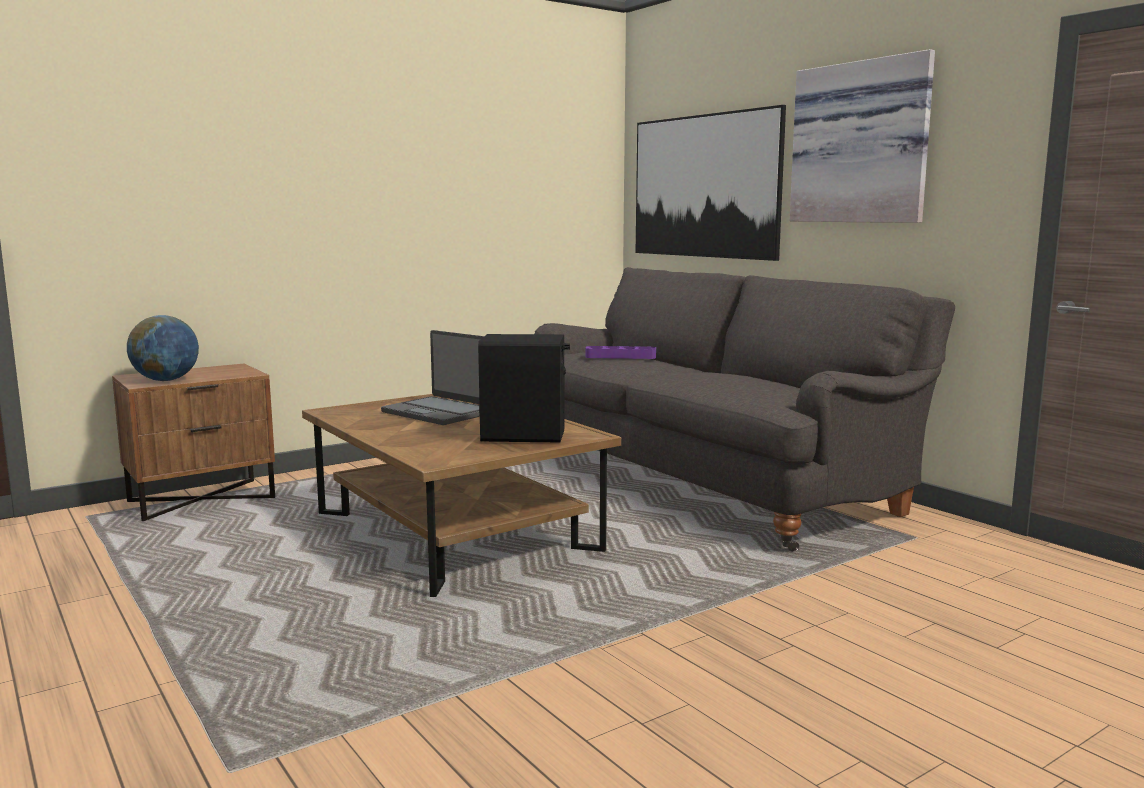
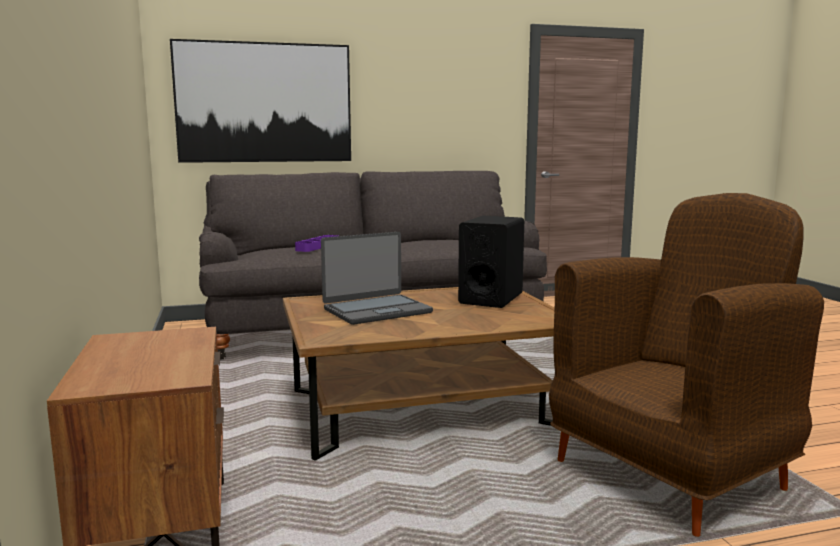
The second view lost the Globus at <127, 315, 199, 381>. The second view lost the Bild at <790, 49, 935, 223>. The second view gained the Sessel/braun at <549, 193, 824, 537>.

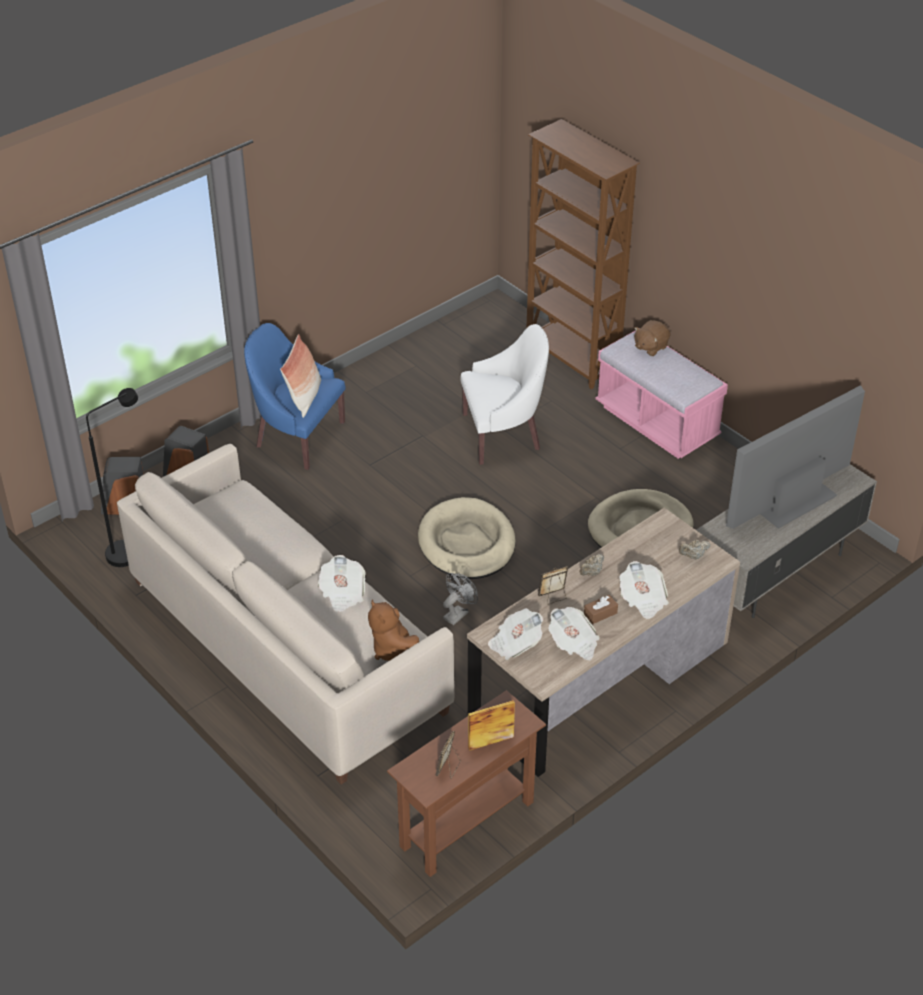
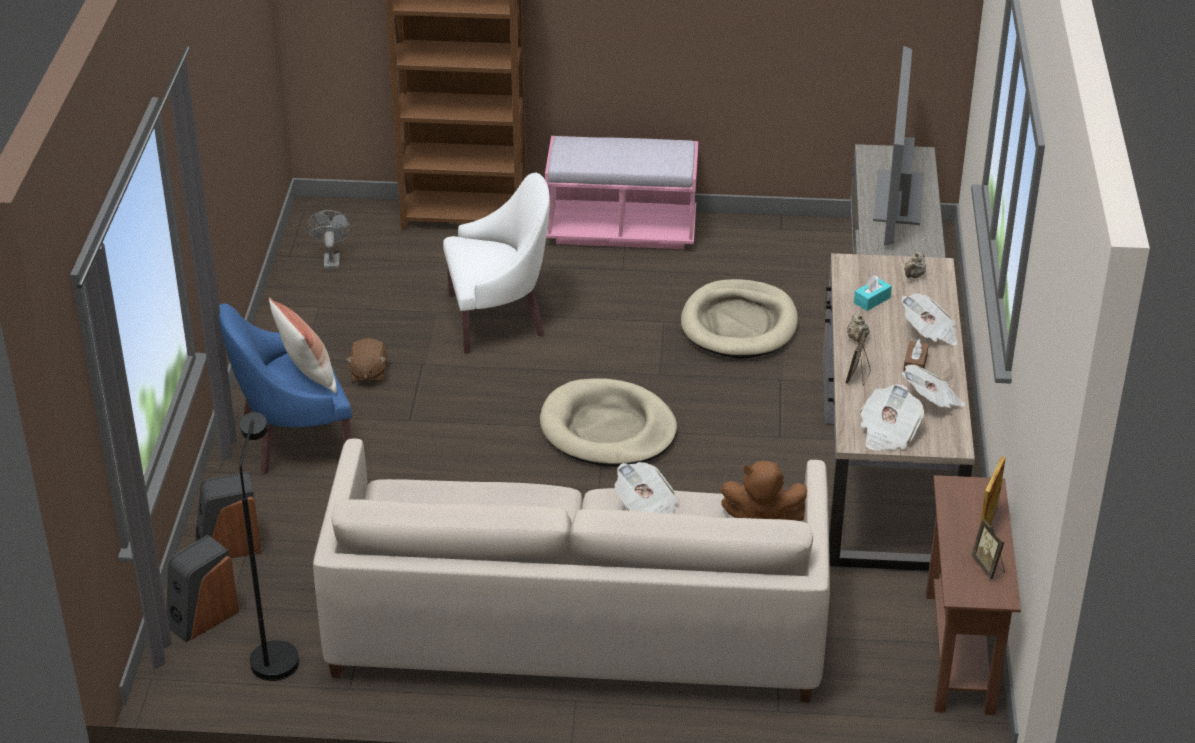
The second view gained the Taschentuchbox/türkis at <854, 275, 892, 311>. The Ventilator/grau ended up elsewhere, having gone from <443, 573, 478, 625> to <306, 210, 352, 269>. The Plüschtier/braun ended up elsewhere, having gone from <634, 320, 671, 356> to <345, 338, 387, 383>. The Sessel/weiß at <460, 324, 549, 465> ended up facing another way, 45 degrees clockwise from before.

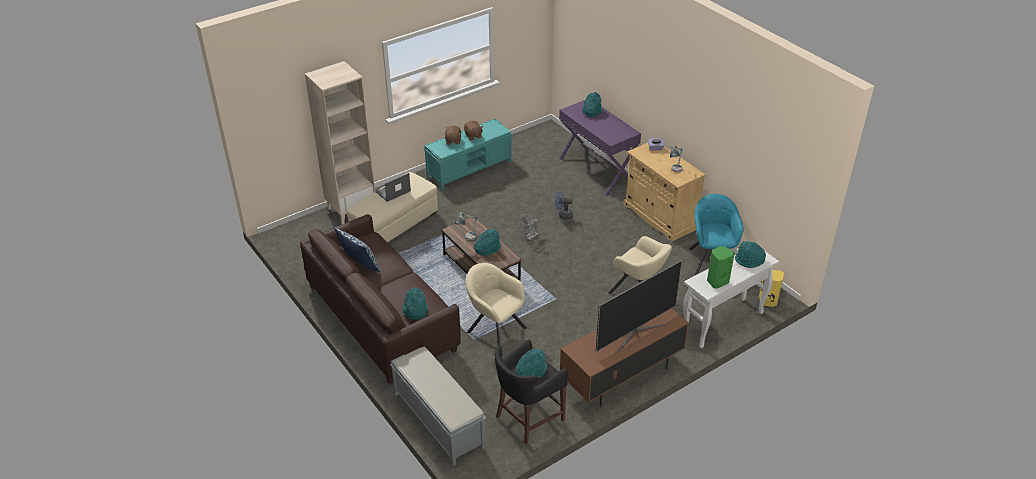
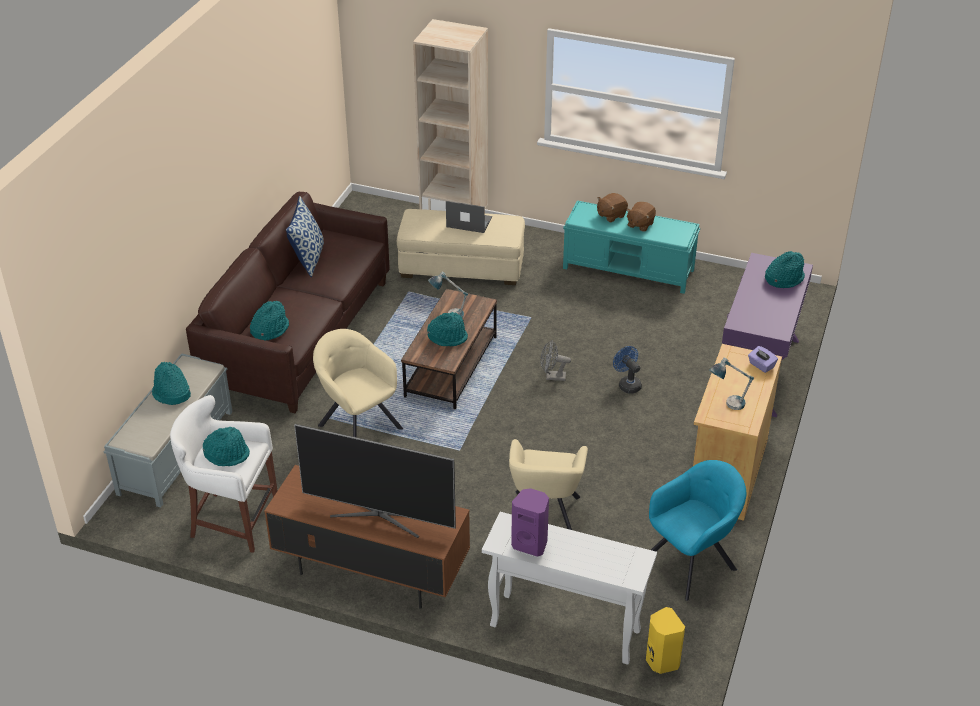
The Hut/türkis ended up elsewhere, having gone from <735, 241, 766, 268> to <152, 362, 191, 405>. What was the Hocker/schwarz at <495, 340, 568, 444> turned into the Hocker/weiß at <170, 395, 278, 553>. What was the Lautsprecher/grün at <707, 246, 734, 289> turned into the Lautsprecher/lila at <511, 488, 549, 557>. The Sessel/beige at <465, 263, 527, 345> ended up facing another way, 45 degrees counterclockwise from before.

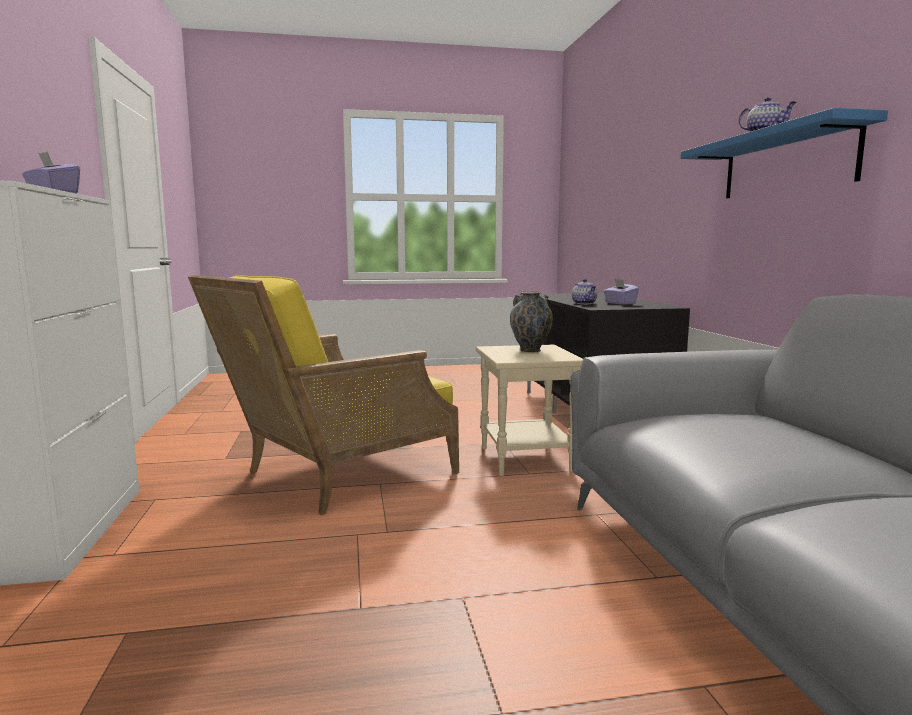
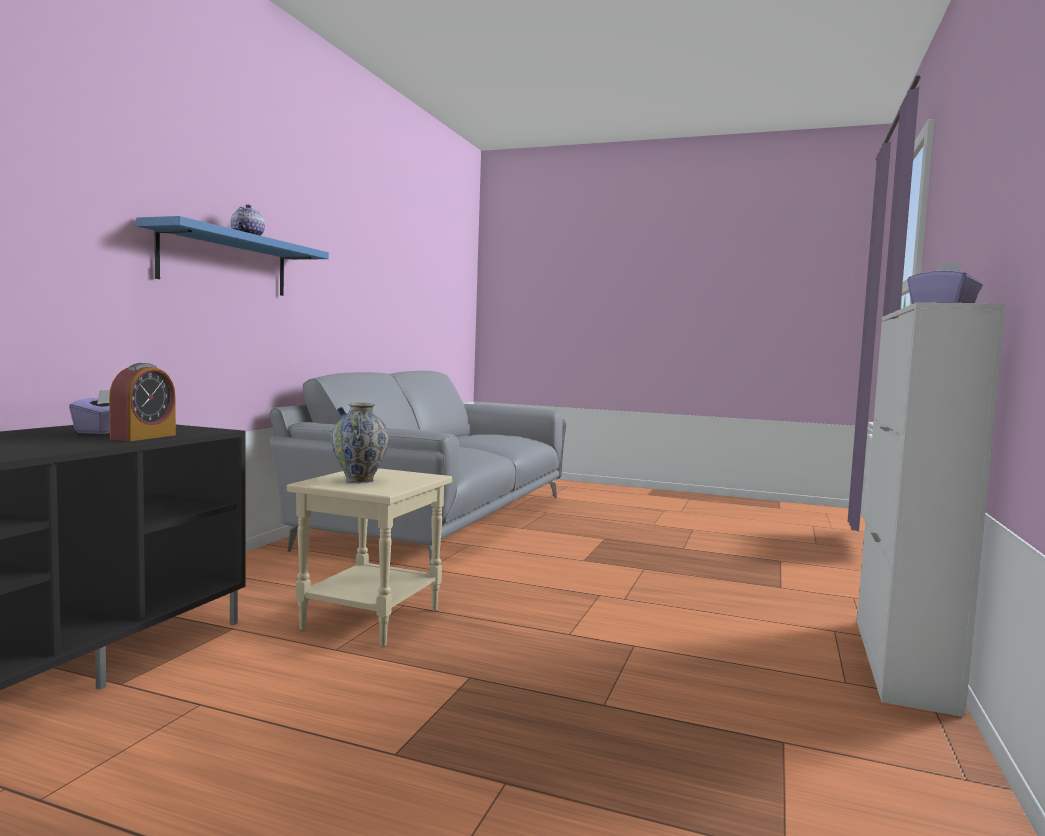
The second view lost the Sessel/gelb at <188, 275, 459, 515>. Where the Teekanne stood at <572, 279, 597, 304>, the Wecker came to stand at <109, 363, 176, 441>.

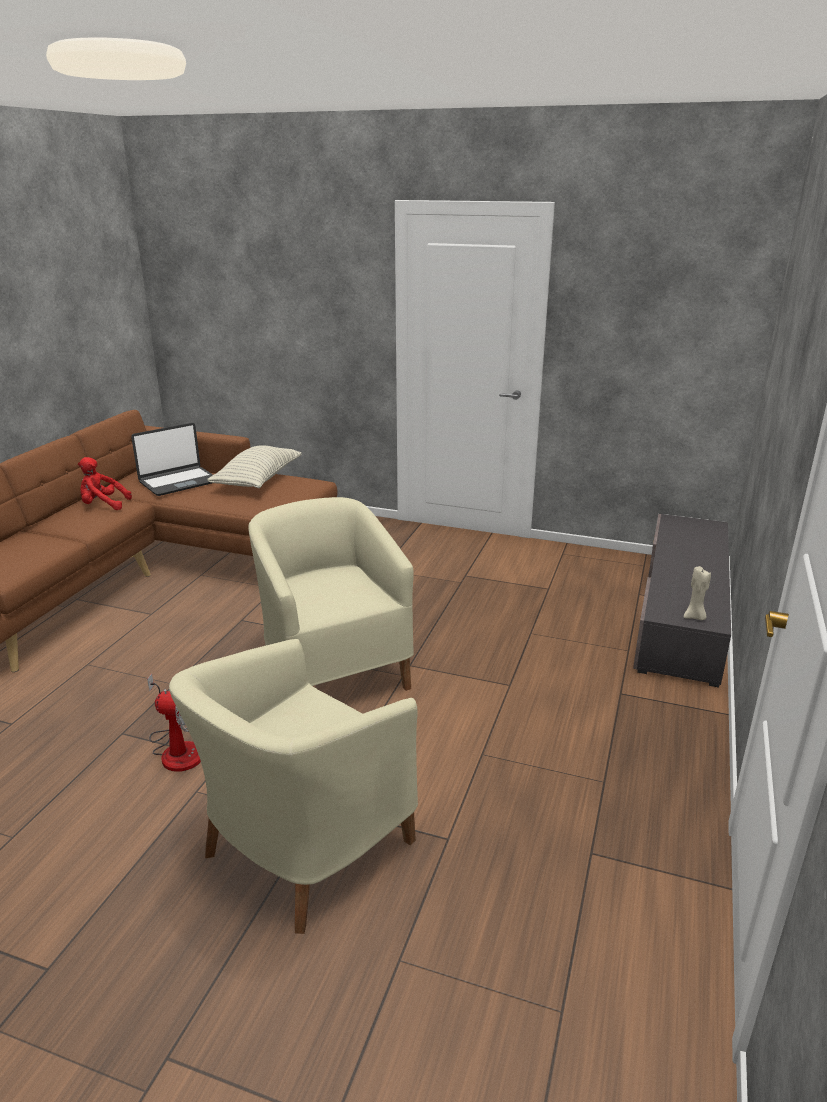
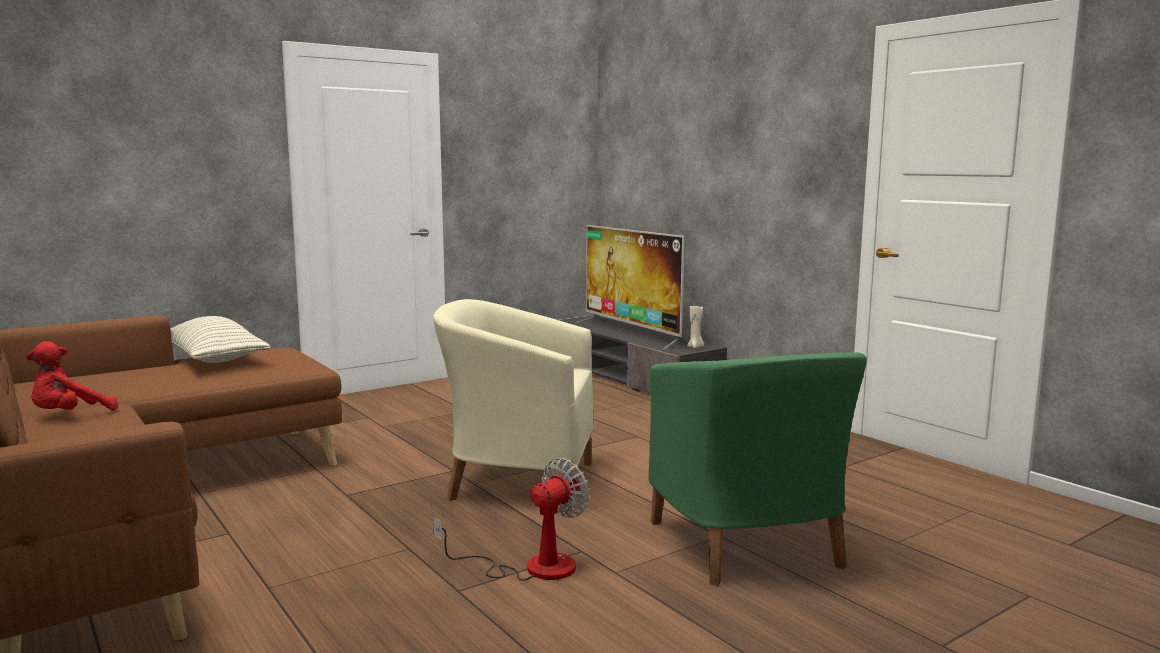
The second view lost the Laptop at <131, 423, 213, 496>. The second view gained the Fernseher at <575, 225, 687, 349>. What was the Sessel/beige at <169, 639, 418, 934> turned into the Sessel/grün at <648, 352, 867, 586>.

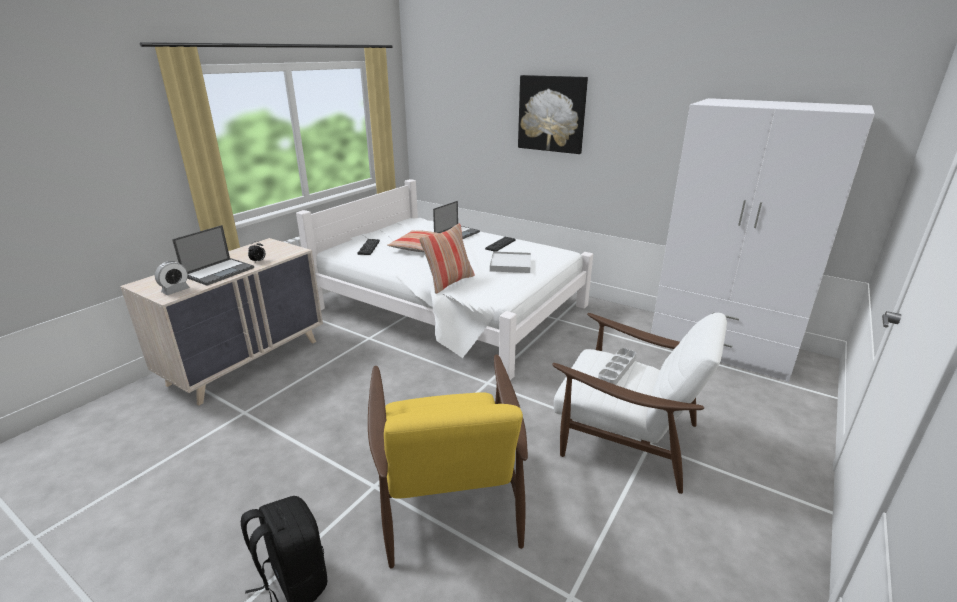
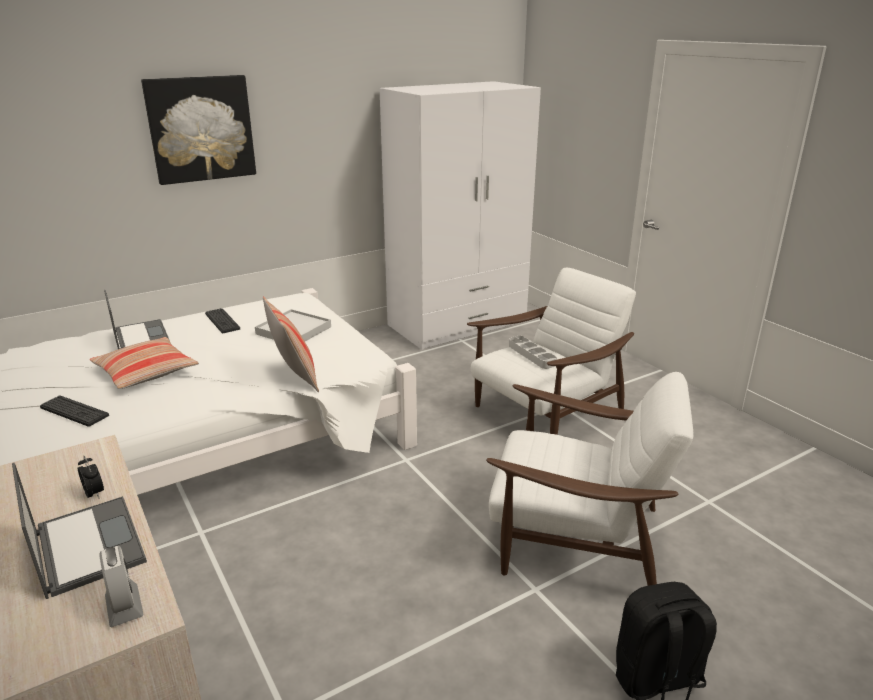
What was the Sessel/gelb at <368, 354, 528, 569> turned into the Sessel/weiß at <486, 372, 693, 586>.

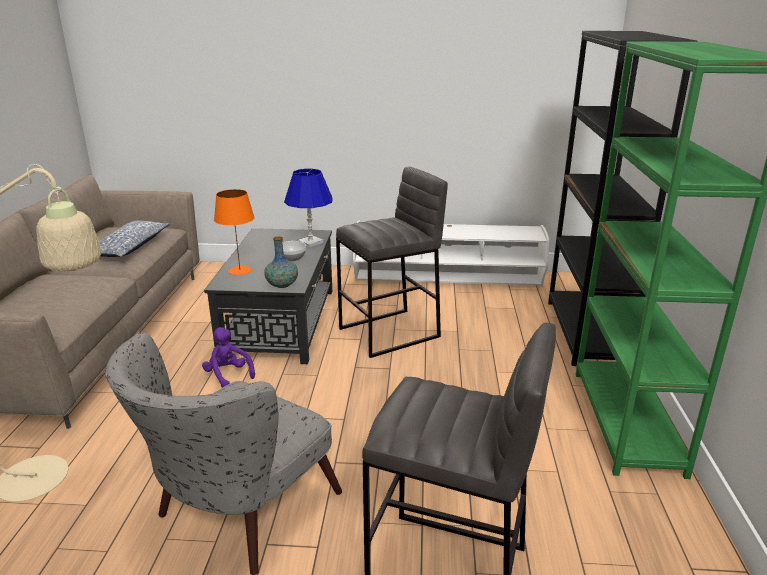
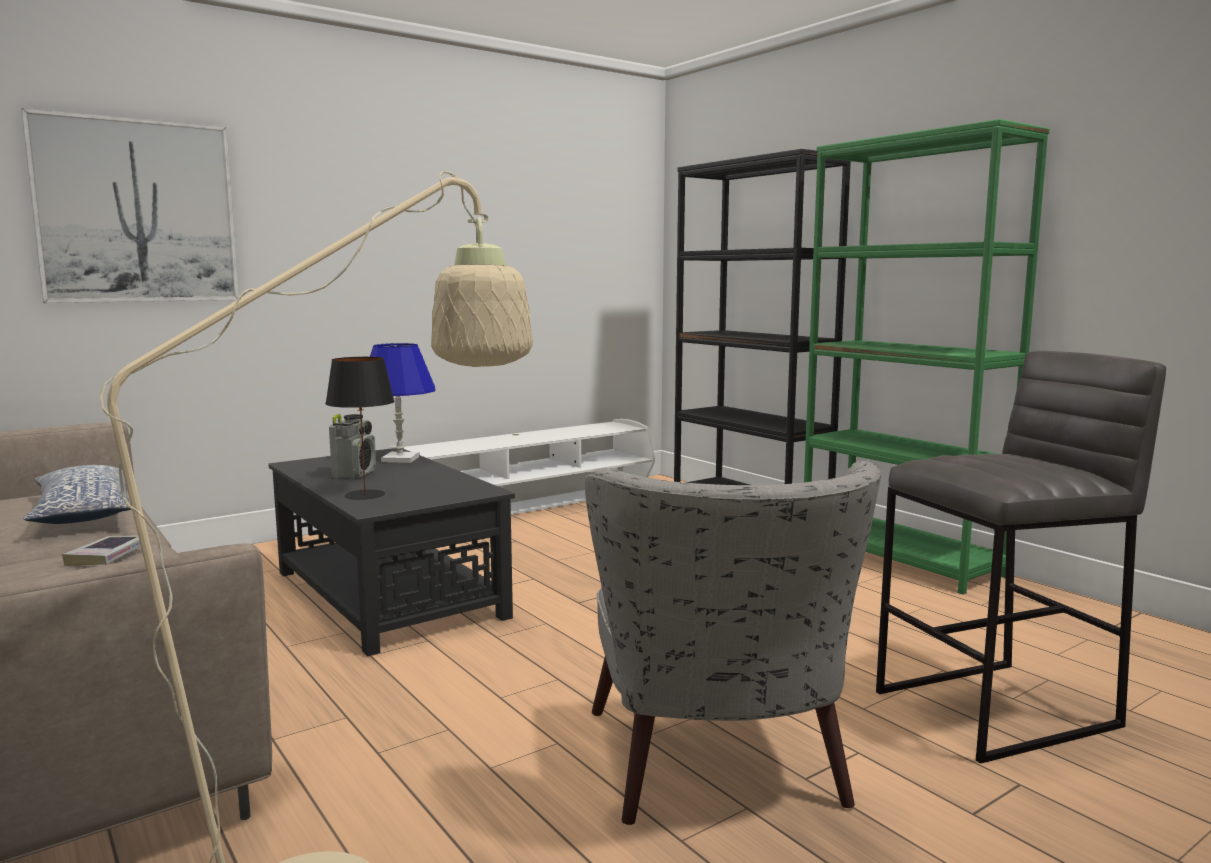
The second view lost the Plüschtier/lila at <202, 327, 255, 388>. The second view lost the Vase at <264, 236, 298, 288>. The second view lost the Schüssel at <283, 241, 306, 261>. The second view lost the Hocker/grau at <336, 167, 448, 358>. The second view gained the Bild at <21, 108, 239, 303>. The second view gained the Buch at <62, 535, 141, 566>. The second view gained the Radio at <329, 414, 376, 479>. What was the Tischlampe/orange at <214, 189, 255, 275> turned into the Tischlampe/schwarz at <325, 357, 395, 500>.

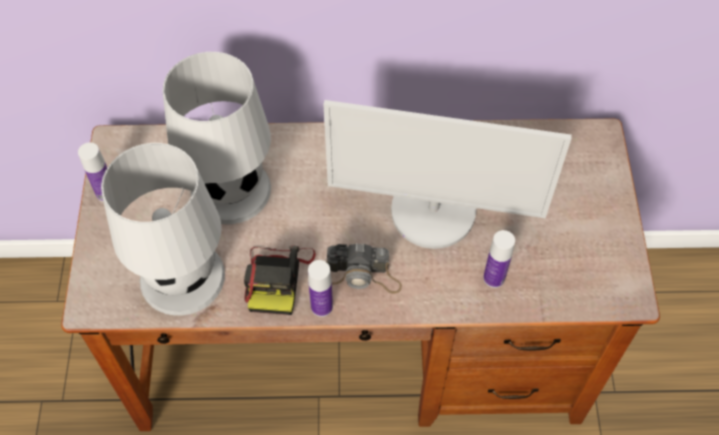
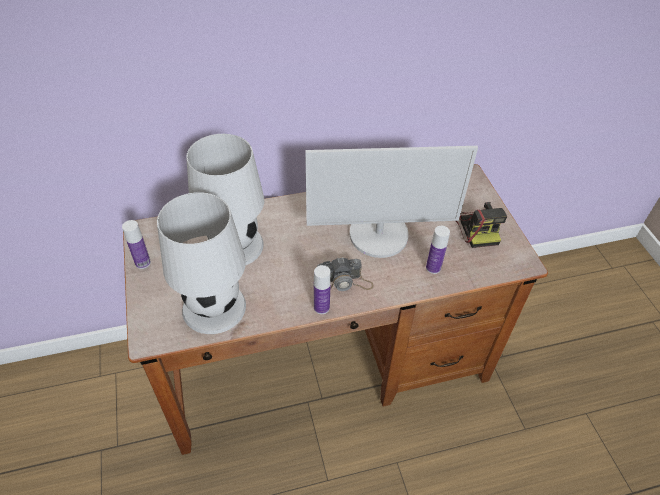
The Kamera ended up elsewhere, having gone from <244, 246, 316, 315> to <456, 202, 507, 248>.

